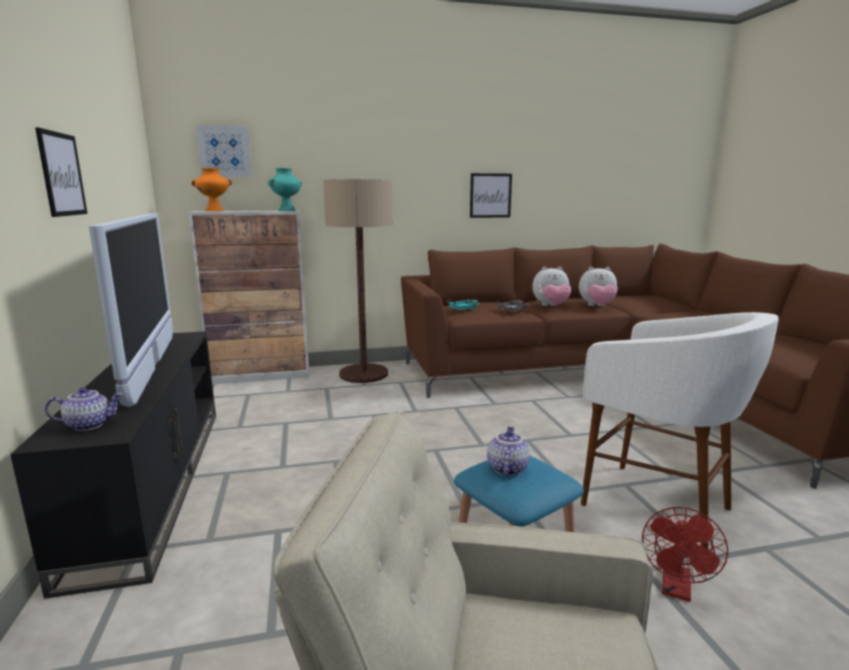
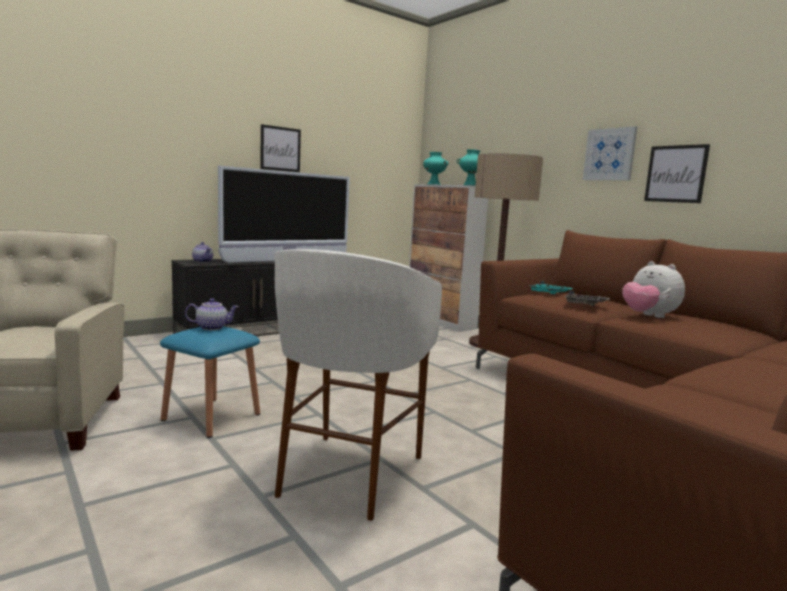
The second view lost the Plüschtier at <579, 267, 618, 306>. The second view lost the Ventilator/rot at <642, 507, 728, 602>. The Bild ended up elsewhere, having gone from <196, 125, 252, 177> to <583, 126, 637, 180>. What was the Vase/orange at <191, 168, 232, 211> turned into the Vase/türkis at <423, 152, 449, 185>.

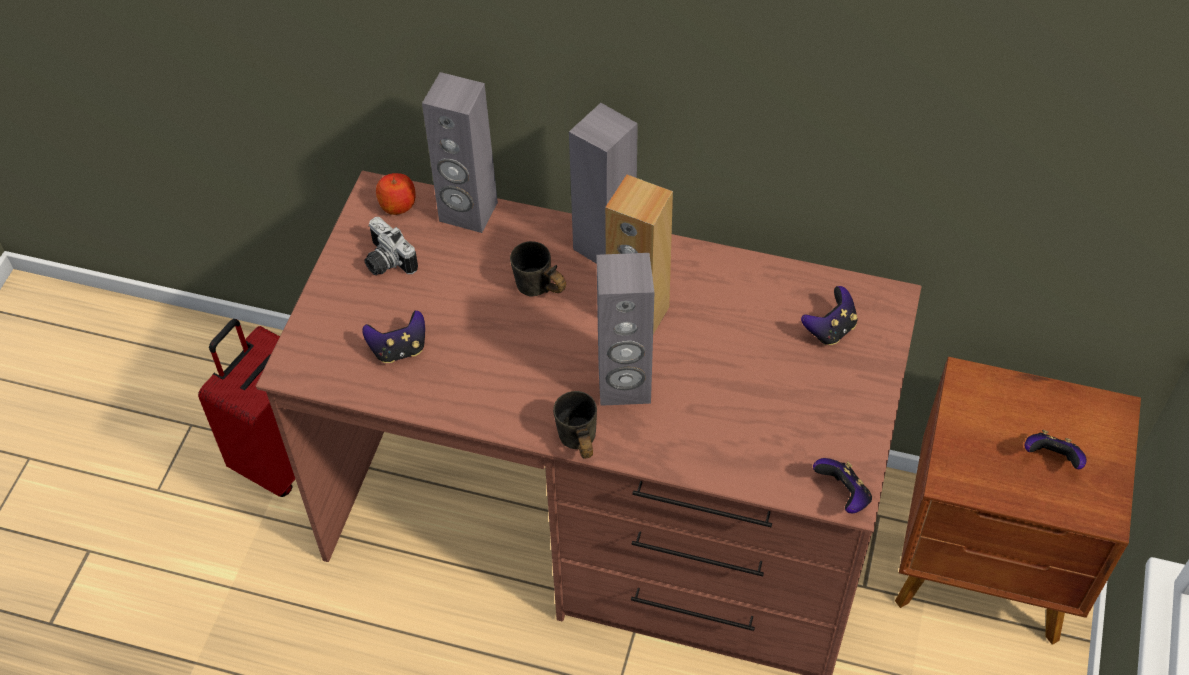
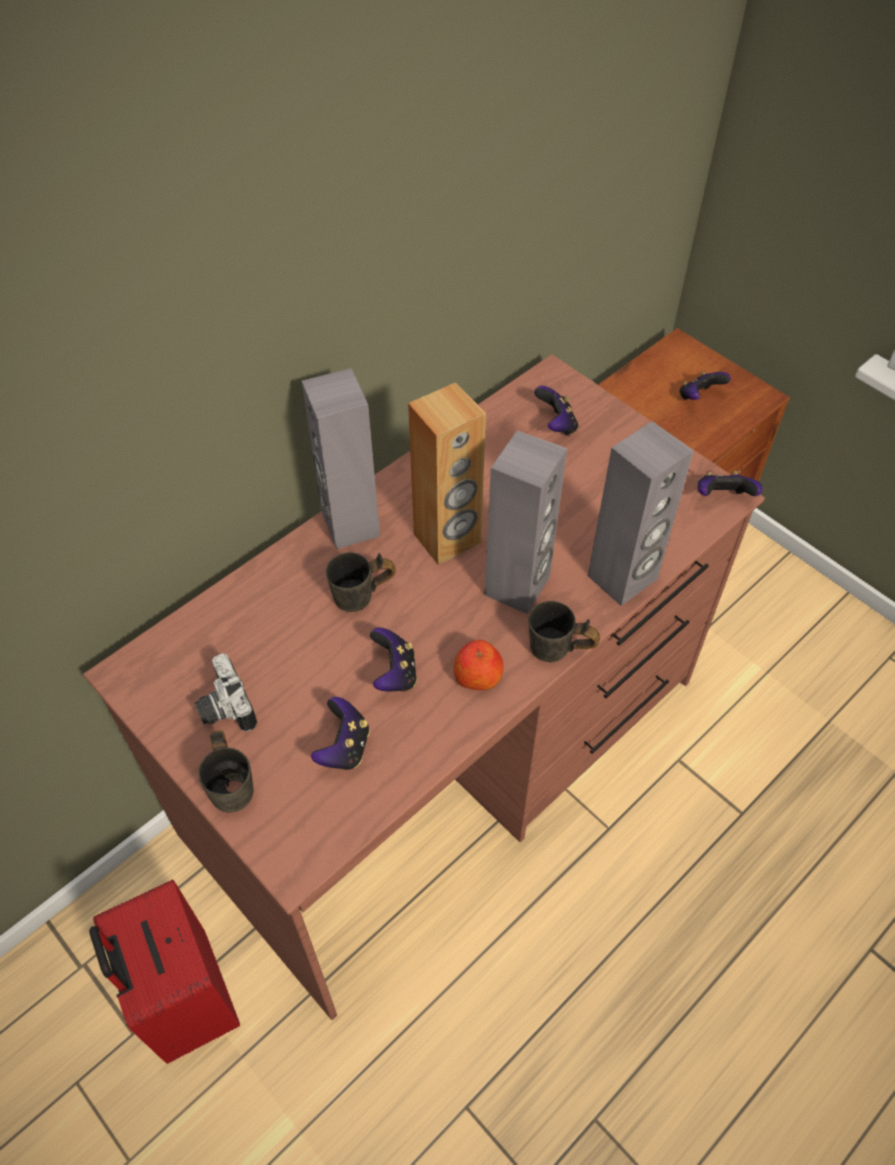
The second view gained the Henkelbecher/grau at <198, 731, 254, 813>. The second view gained the Gamepad at <370, 628, 417, 692>. The Apfel ended up elsewhere, having gone from <376, 173, 416, 215> to <453, 640, 504, 690>. The Lautsprecher/grau ended up elsewhere, having gone from <422, 72, 498, 233> to <588, 421, 693, 606>. The Kamera at <364, 217, 418, 275> ended up facing another way, 75 degrees clockwise from before.

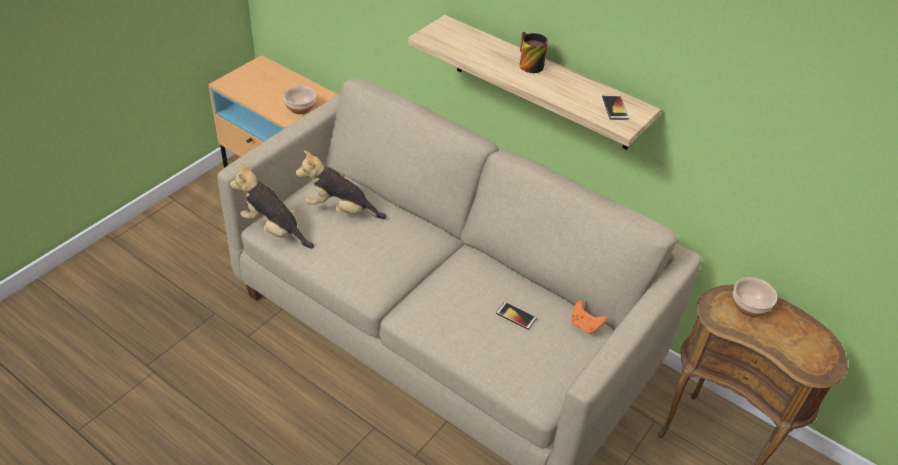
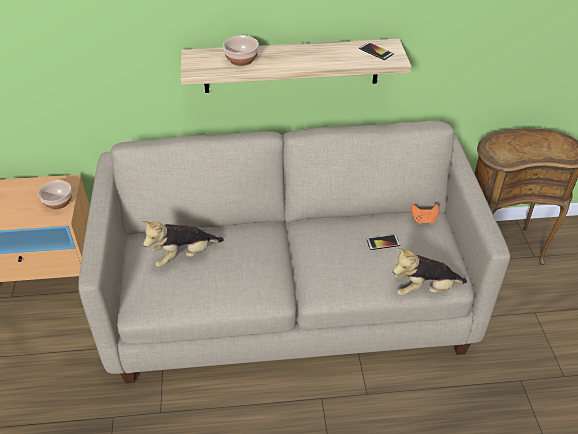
The second view lost the Henkelbecher at <520, 32, 548, 73>. The Plüschtier ended up elsewhere, having gone from <230, 163, 314, 249> to <393, 248, 467, 296>. The Schüssel ended up elsewhere, having gone from <732, 277, 777, 317> to <223, 35, 259, 66>.

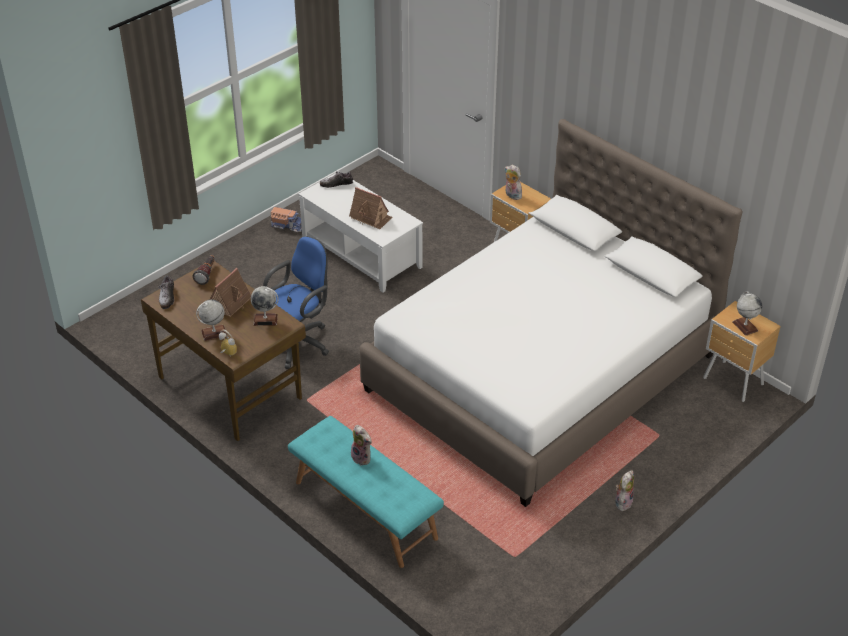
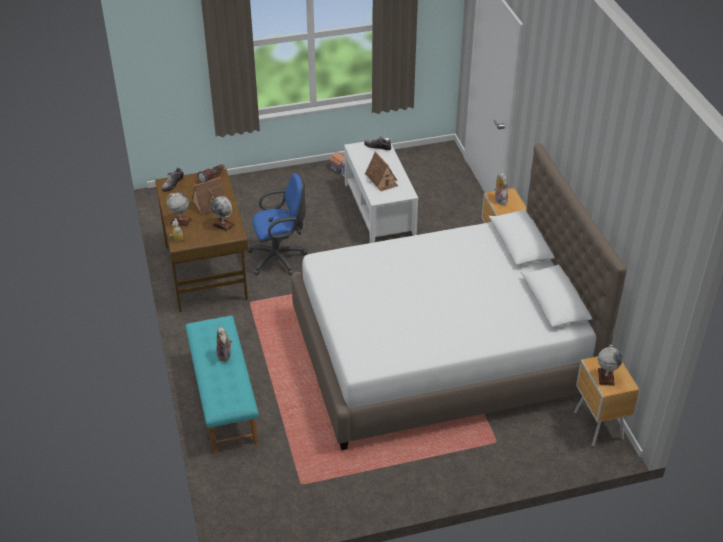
The second view lost the Plüschtier at <615, 470, 634, 511>.

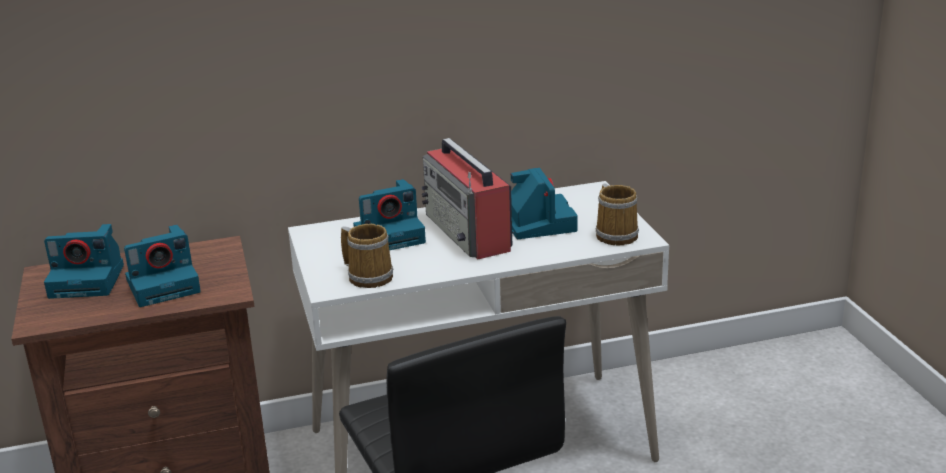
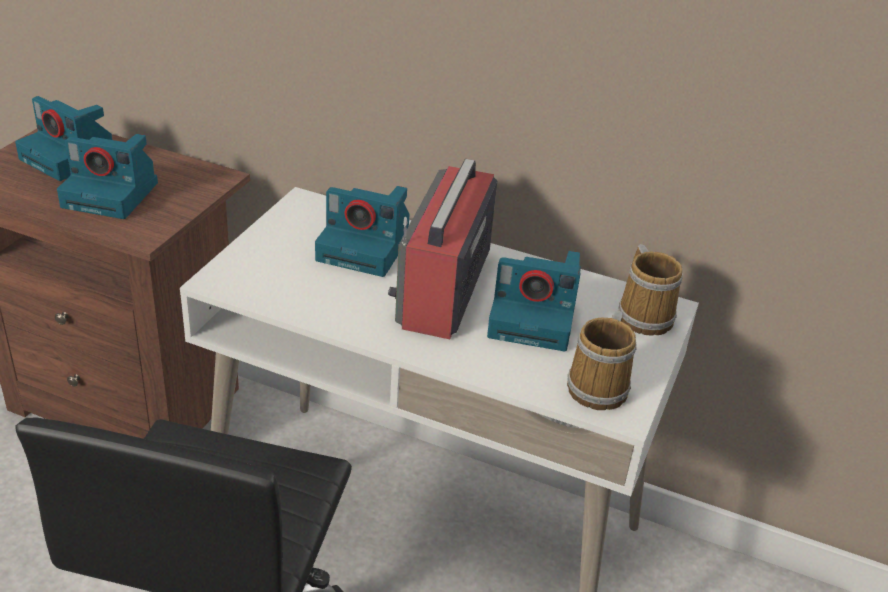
The Henkelbecher ended up elsewhere, having gone from <341, 224, 393, 288> to <619, 244, 683, 336>. The Kamera at <511, 168, 578, 239> ended up facing another way, 75 degrees clockwise from before.

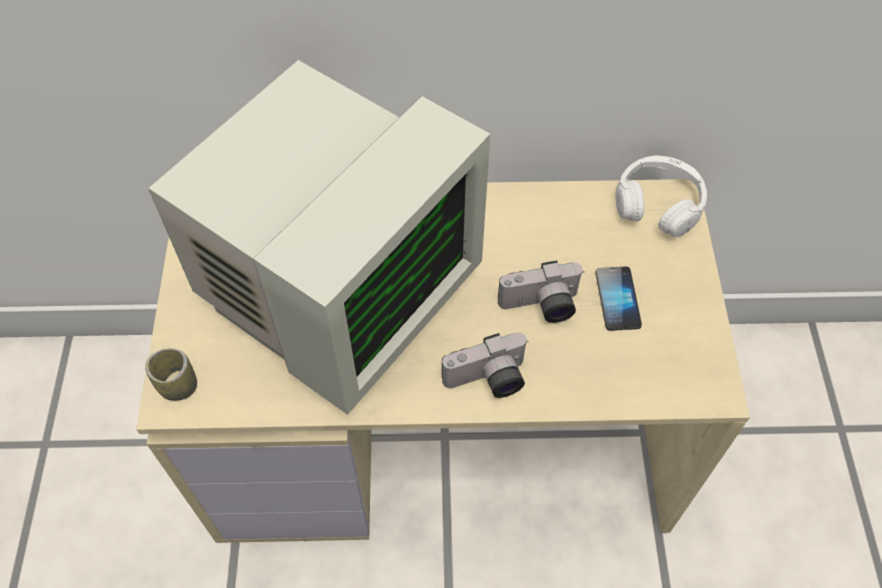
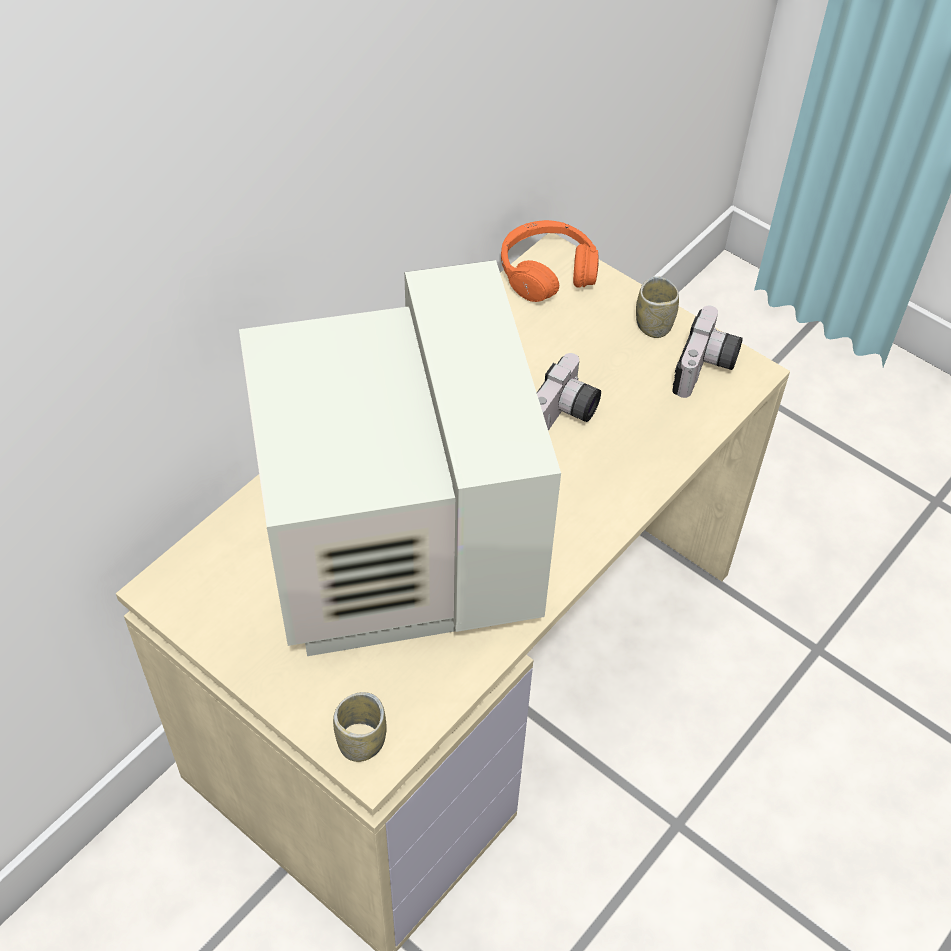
The second view lost the Handy at <596, 267, 642, 331>. The second view gained the Tasse at <636, 276, 679, 338>. The Kamera ended up elsewhere, having gone from <442, 332, 529, 398> to <672, 306, 743, 398>. What was the Kopfhörer/weiß at <616, 155, 707, 237> turned into the Kopfhörer/orange at <501, 220, 599, 302>.

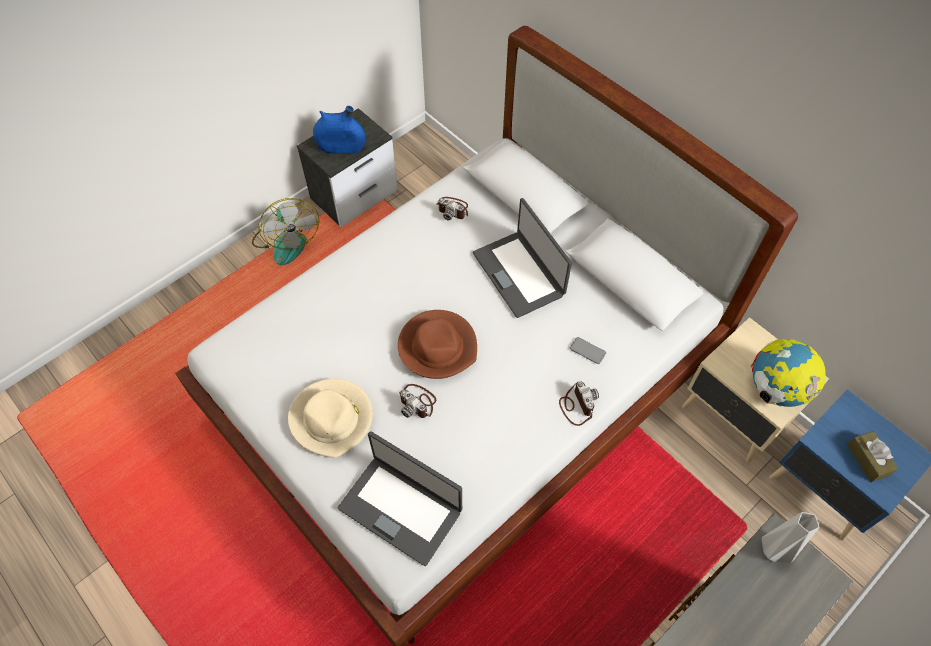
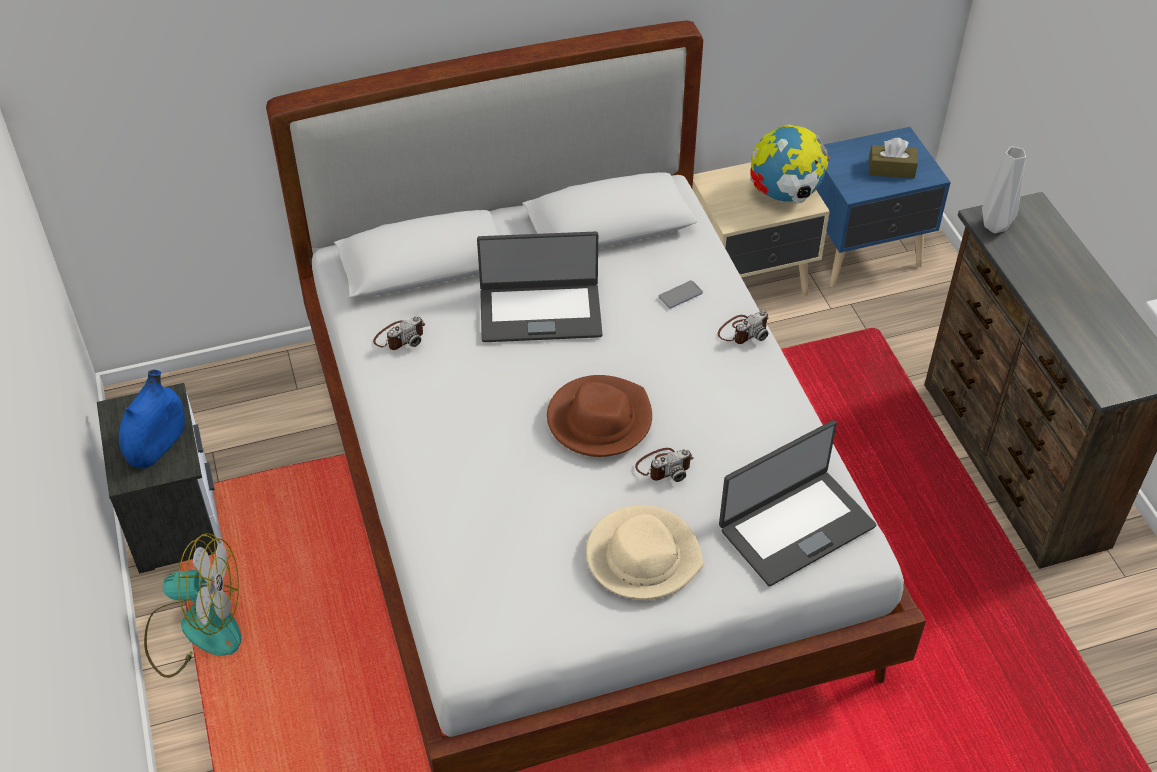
The Kamera at <559, 381, 599, 426> ended up facing another way, 135 degrees clockwise from before.

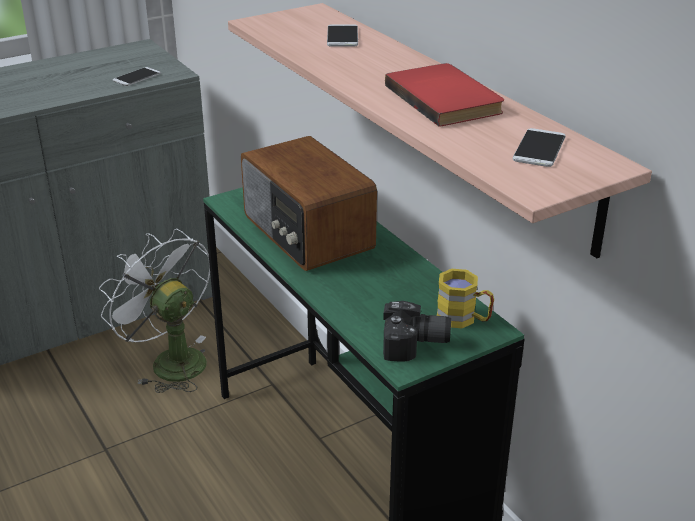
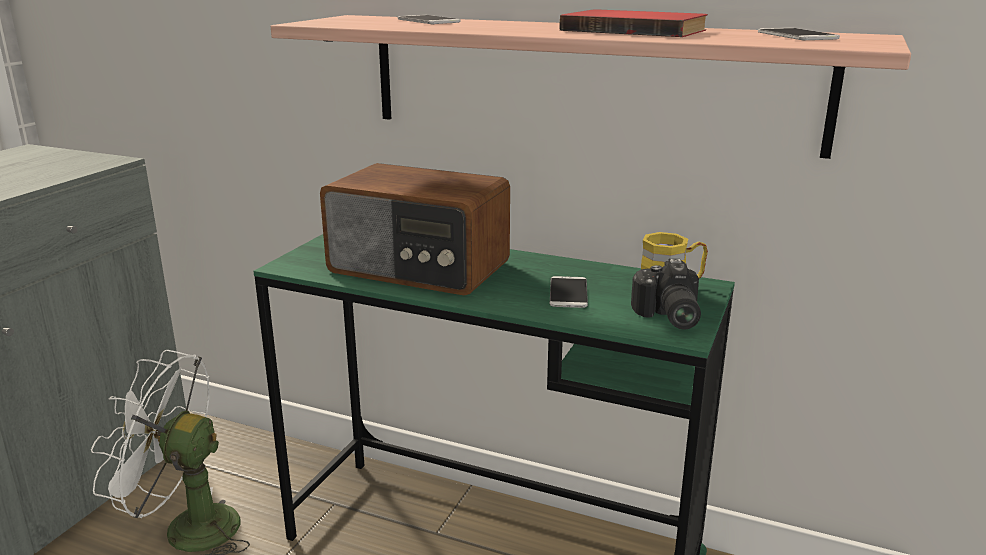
The Handy ended up elsewhere, having gone from <113, 67, 161, 86> to <550, 276, 588, 308>. The Kamera at <383, 301, 451, 361> ended up facing another way, 120 degrees clockwise from before.

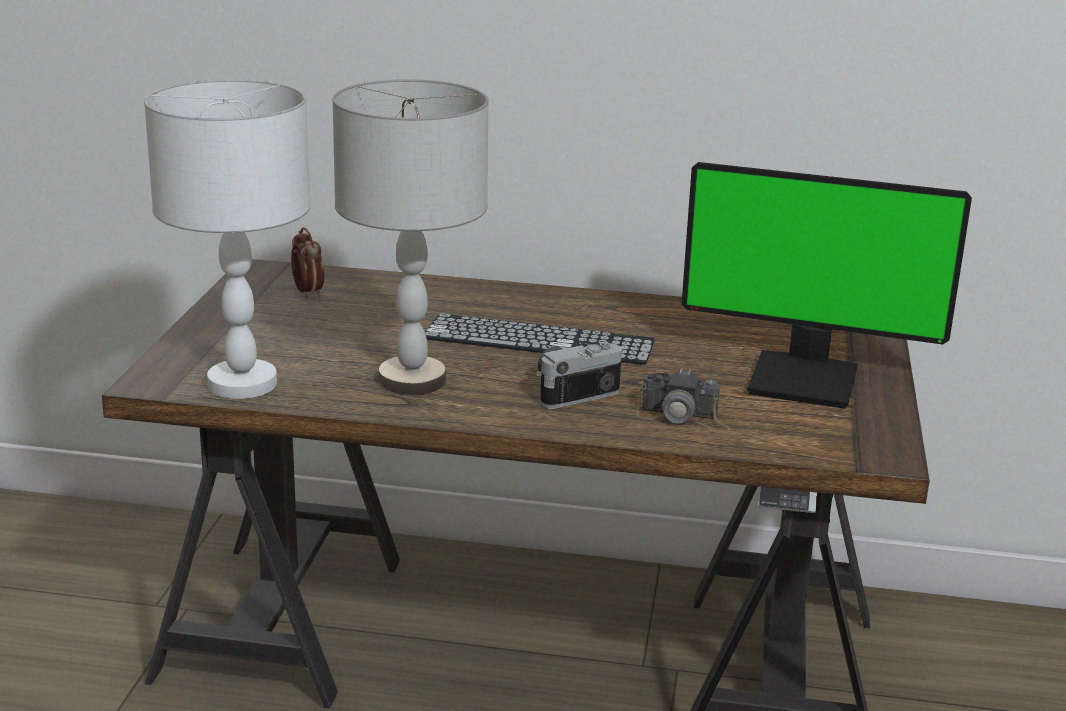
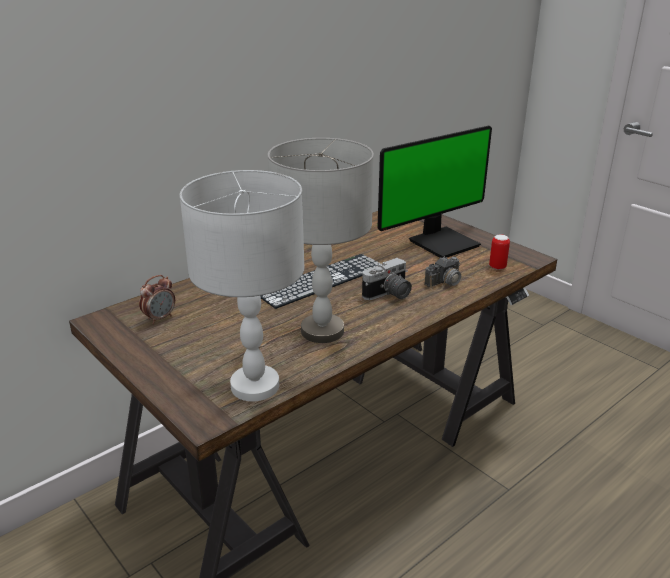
The second view gained the Dose at <489, 234, 510, 270>. The Wecker at <291, 227, 325, 297> ended up facing another way, 120 degrees clockwise from before. The Kamera at <536, 342, 622, 409> ended up facing another way, 135 degrees counterclockwise from before.

